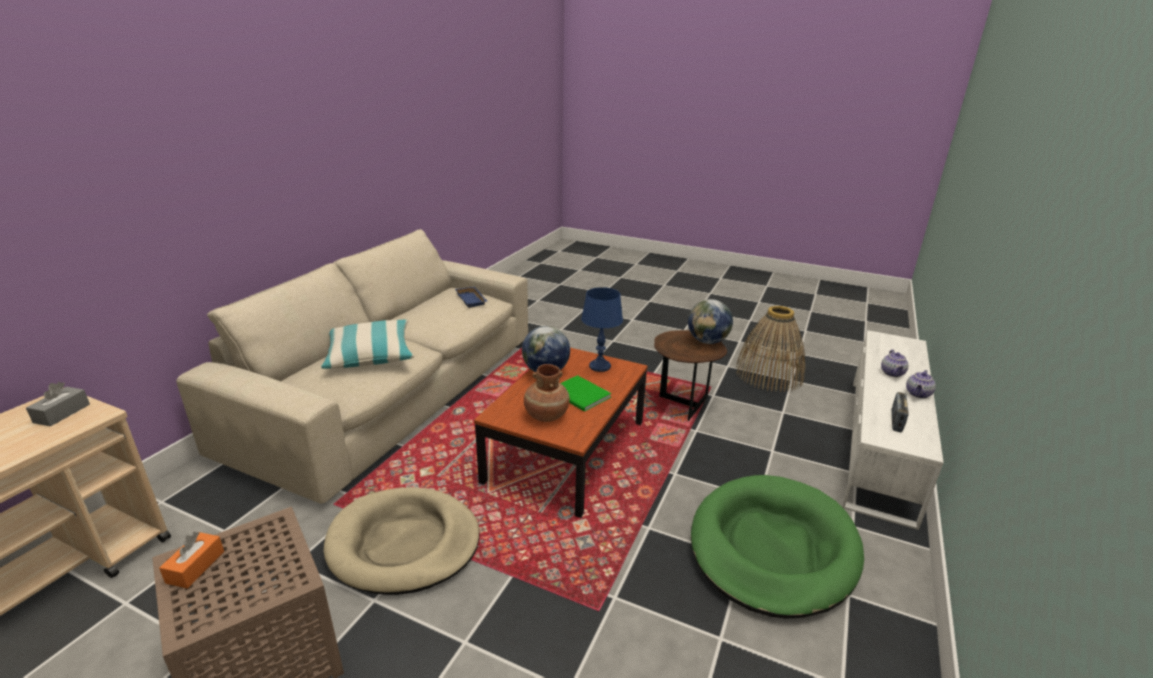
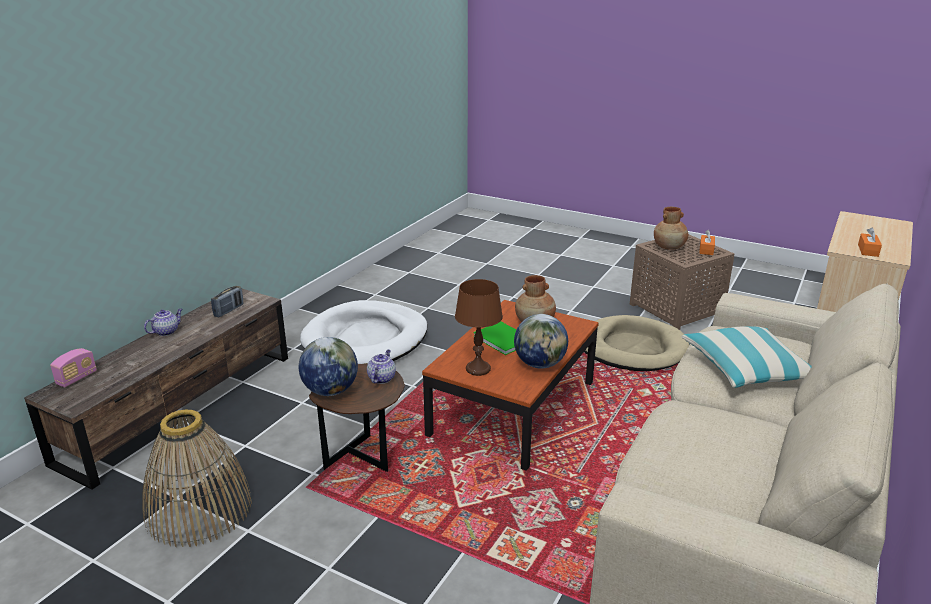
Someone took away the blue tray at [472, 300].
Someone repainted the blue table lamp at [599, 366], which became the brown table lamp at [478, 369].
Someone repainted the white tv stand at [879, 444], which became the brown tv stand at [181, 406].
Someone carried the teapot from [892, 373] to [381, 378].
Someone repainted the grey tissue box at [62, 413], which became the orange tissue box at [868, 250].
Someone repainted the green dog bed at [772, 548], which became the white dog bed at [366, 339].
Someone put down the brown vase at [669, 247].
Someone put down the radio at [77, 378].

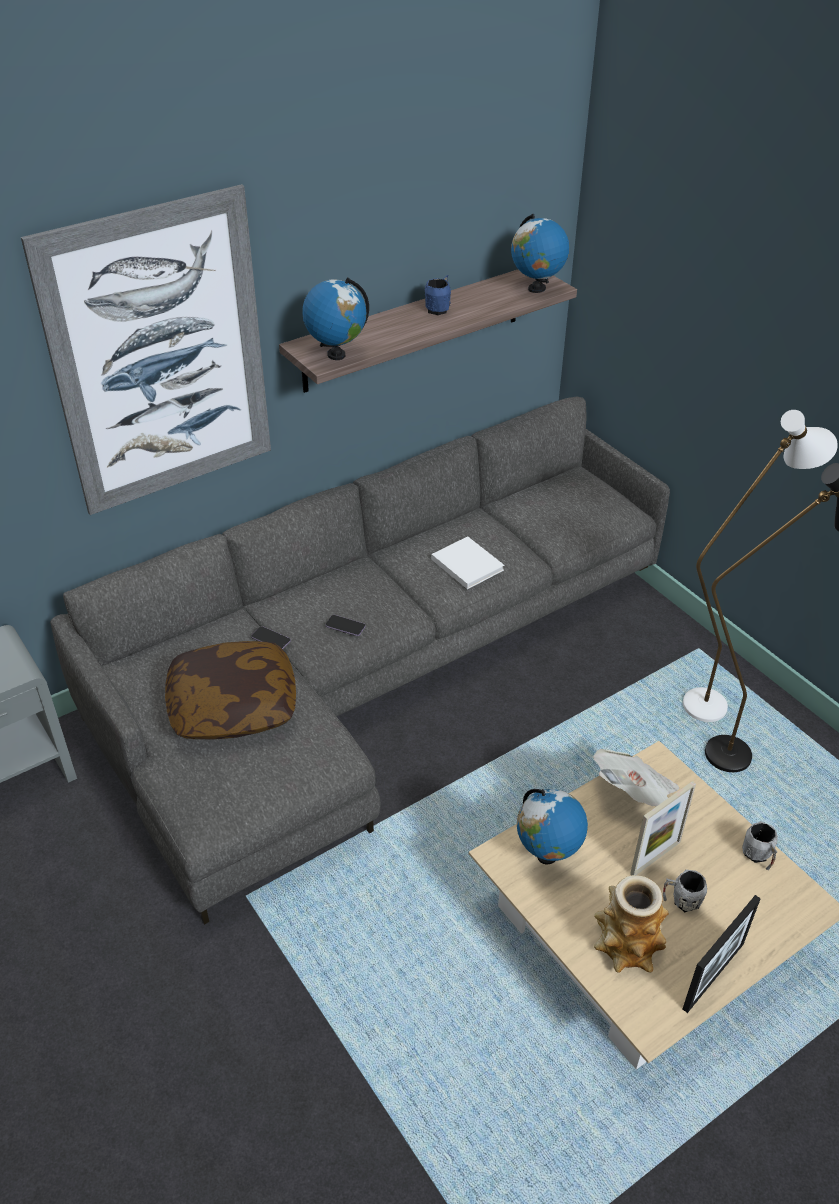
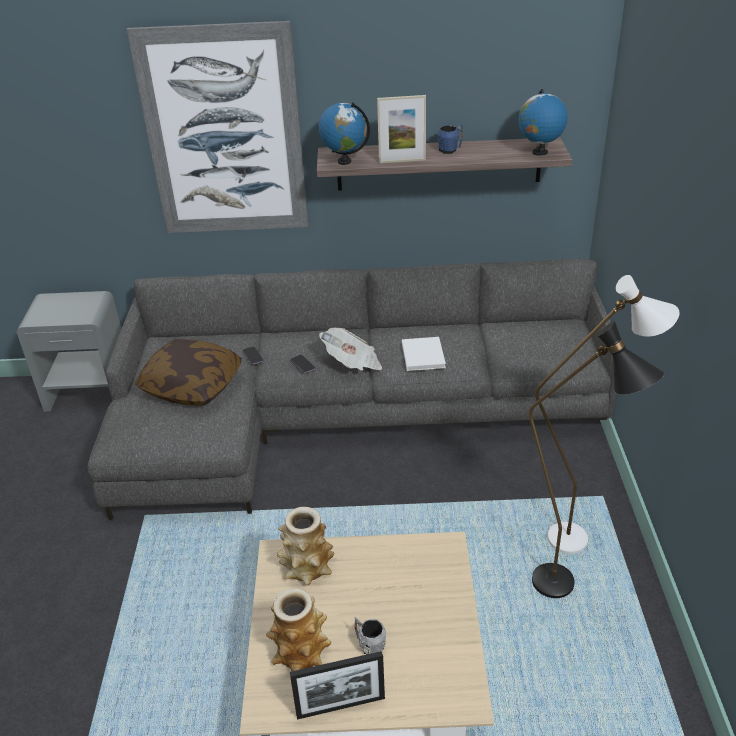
Someone carried the newspaper from [634, 793] to [353, 363].
Someone carried the picture frame from [655, 858] to [402, 161].
Someone swapped the globe at [547, 855] for the vase at [307, 567].
Someone took away the grey mug at [758, 856].

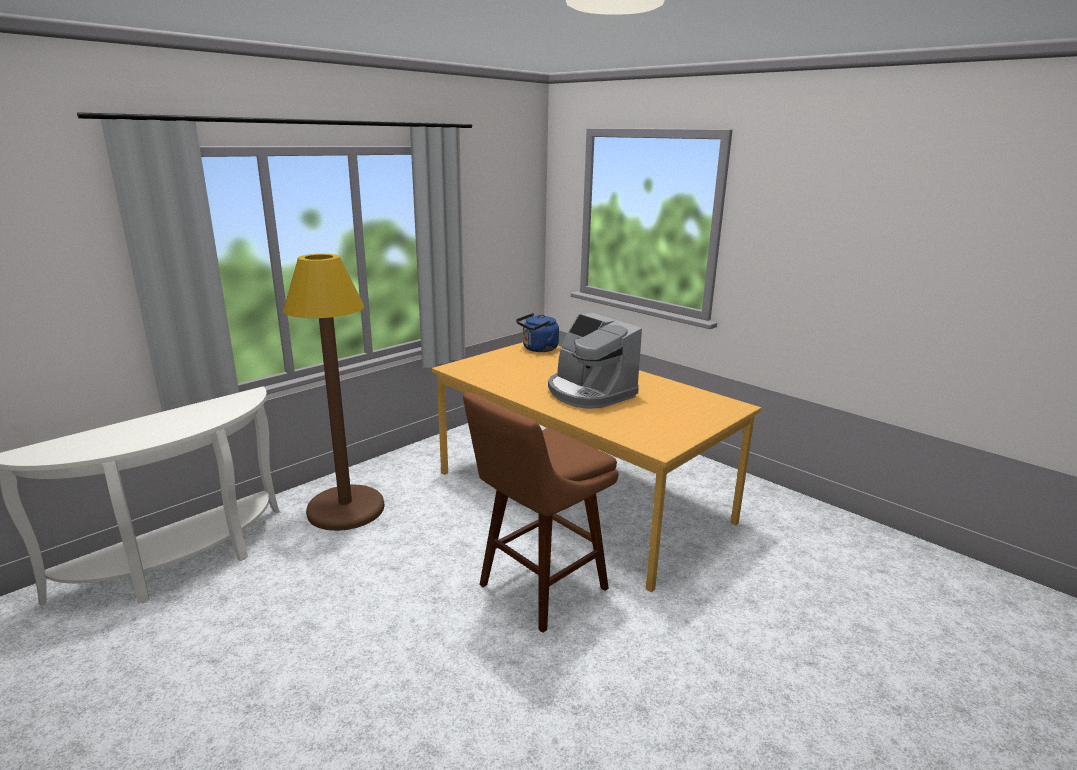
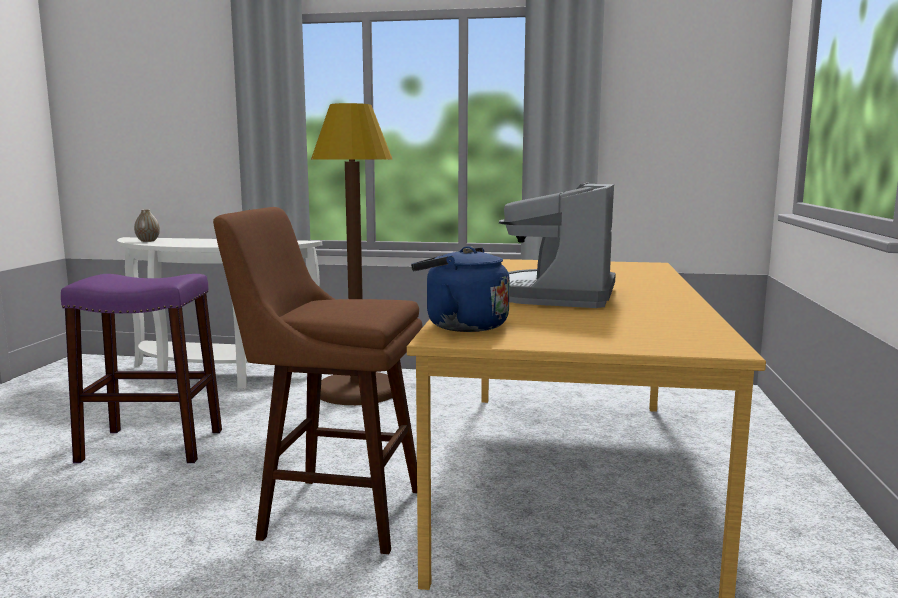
Someone carried the blue kettle from [538, 349] to [461, 326].
Someone put down the vase at [148, 241].
Someone put down the purple stool at [152, 446].

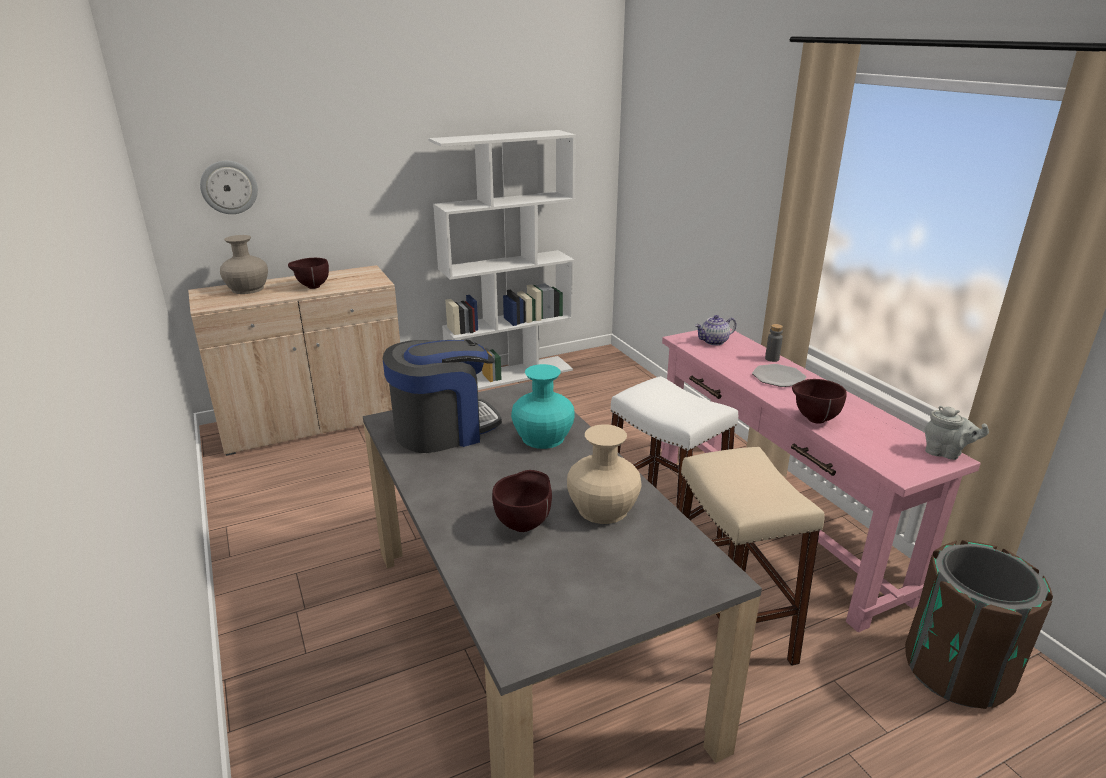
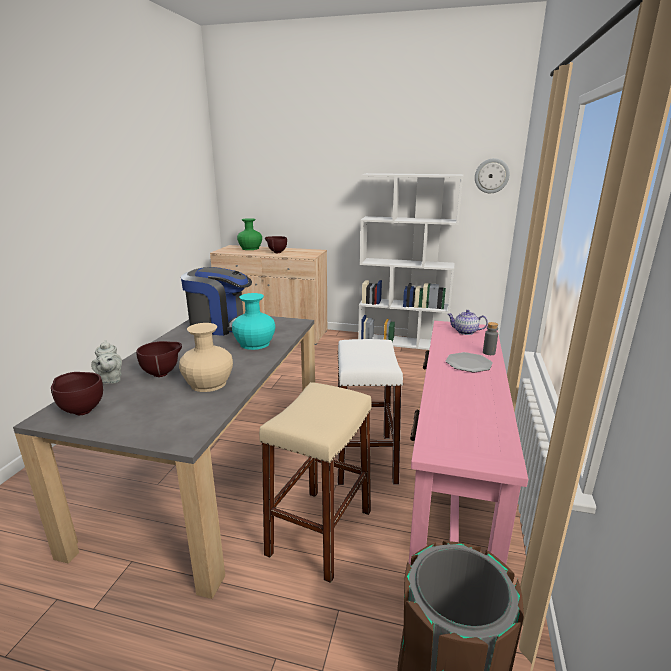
Someone carried the wall clock from [229, 187] to [491, 176].
Someone repainted the beige vase at [247, 289], which became the green vase at [250, 248].
Someone carried the brown bowl from [813, 419] to [82, 410].
Someone carried the grey teapot from [946, 453] to [110, 380].

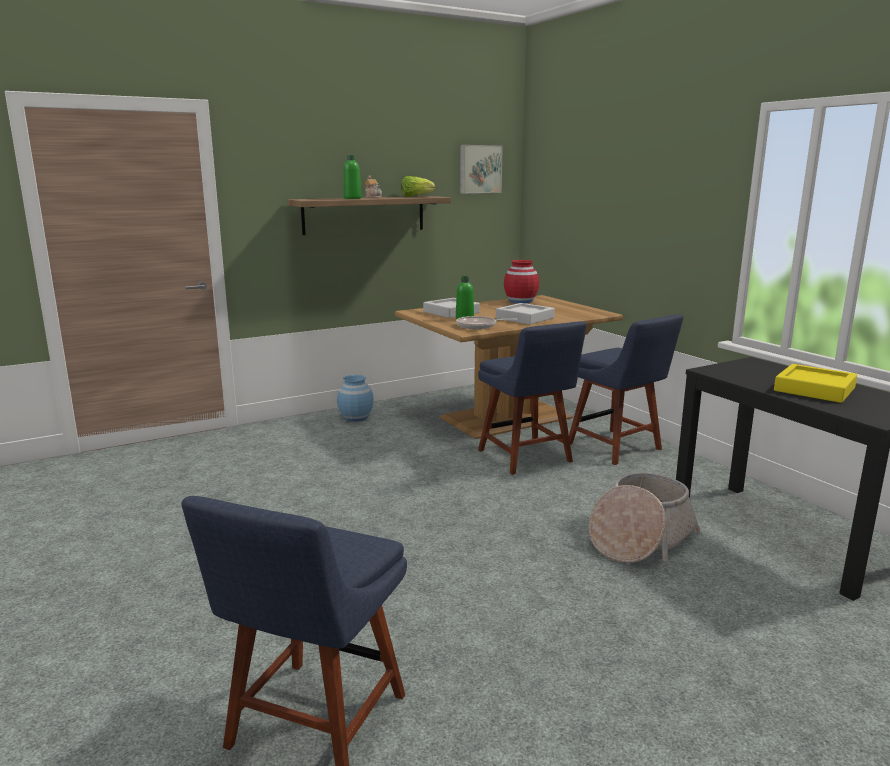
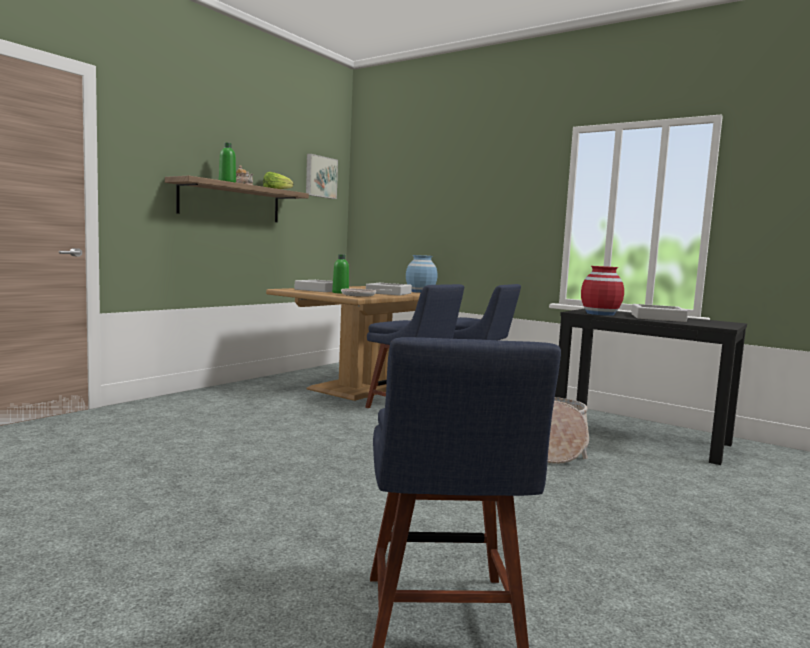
Someone carried the red vase from [520, 301] to [600, 314].
Someone repainted the yellow tray at [814, 389], which became the grey tray at [657, 318].
Someone carried the blue vase from [356, 417] to [420, 292].

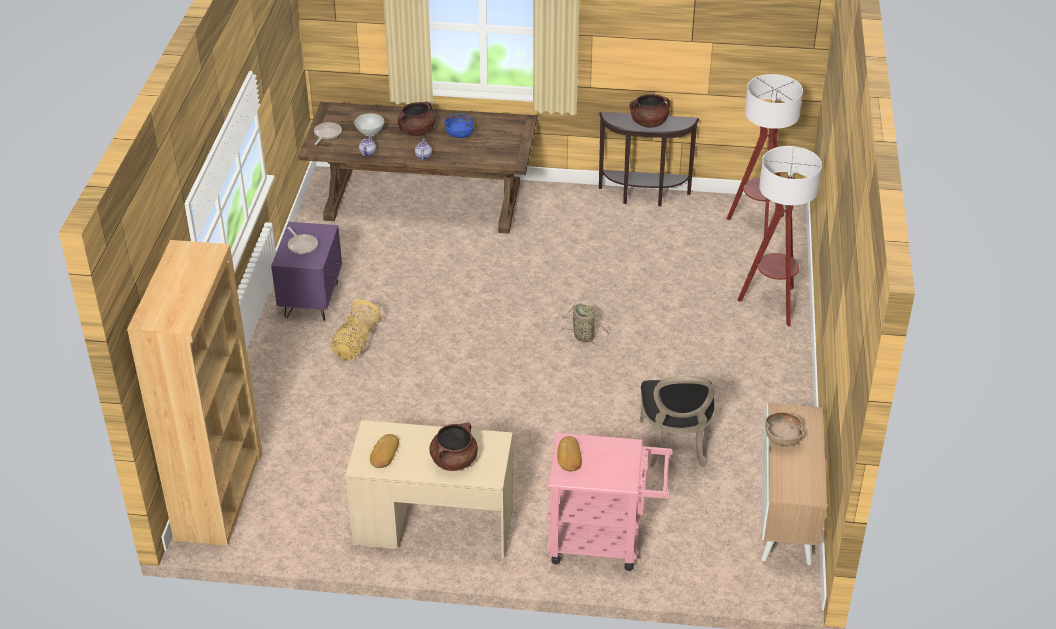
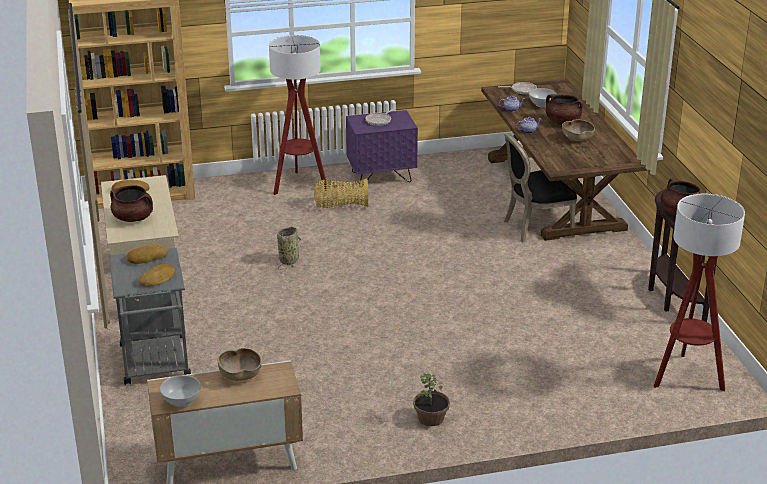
Someone repainted the blue bowl at [459, 134], which became the brown bowl at [577, 139].
Someone carried the floor lamp from [773, 304] to [299, 185].
Someone carried the basket from [582, 336] to [289, 260].
Someone carried the black chair from [675, 446] to [534, 227].
Someone repainted the pink cart at [604, 541], which became the grey cart at [156, 365].
Someone put down the bread at [157, 279].
Someone put down the potted plant at [431, 418].
Someone put down the white bowl at [181, 401].

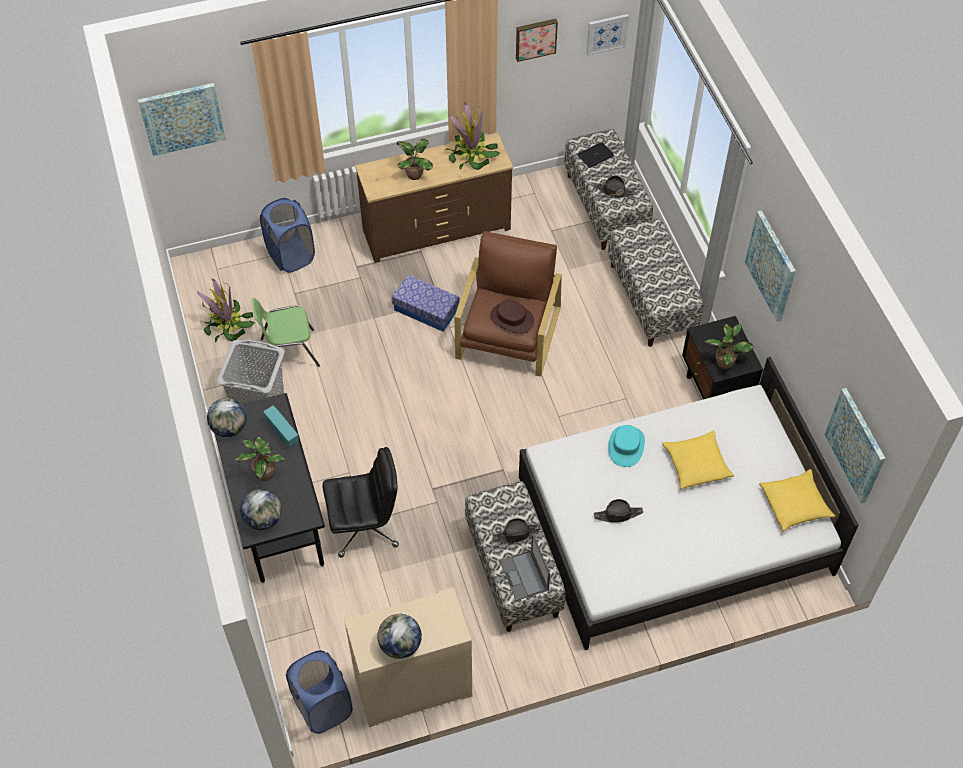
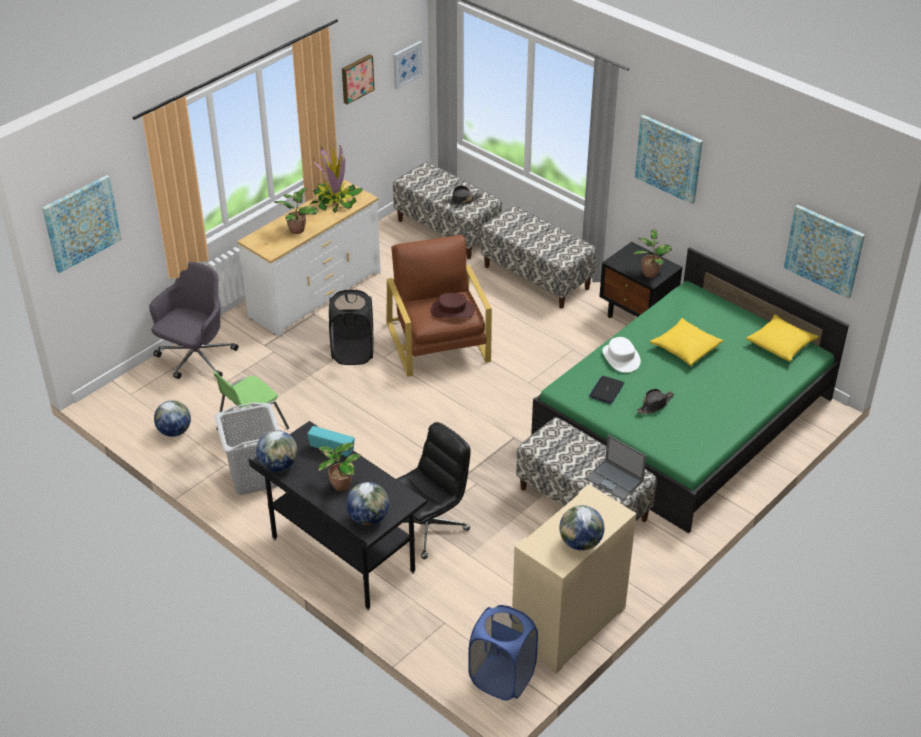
Someone repainted the brown dresser at [436, 229], which became the white dresser at [315, 294].
Someone carried the laptop from [595, 155] to [606, 390].
Someone swapped the blue laundry basket at [291, 255] for the grey office chair at [195, 359].
Someone swapped the storage box at [426, 310] for the black laundry basket at [353, 353].
Someone swapped the potted plant at [227, 325] for the globe at [174, 431].
Someone repainted the white bed at [674, 524], which became the green bed at [683, 417].
Someone repainted the turquoise hat at [626, 446], which became the white hat at [621, 358].
Someone took away the black hat at [517, 534].

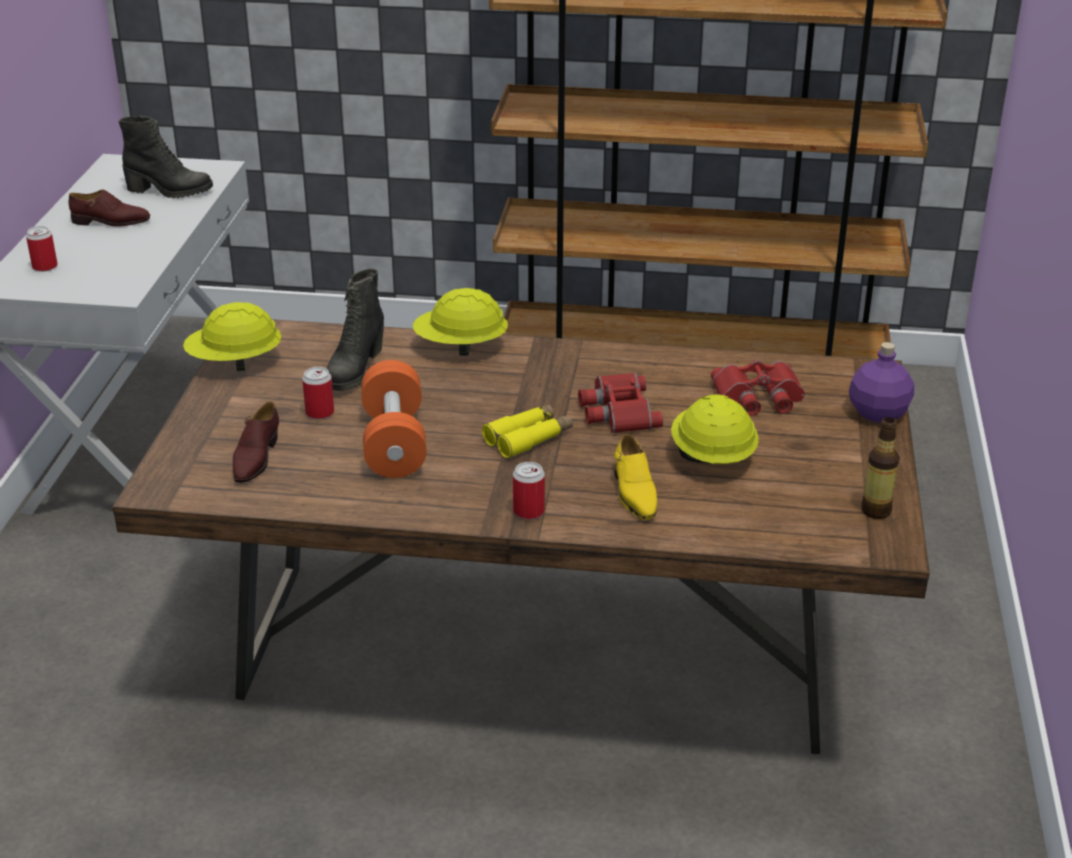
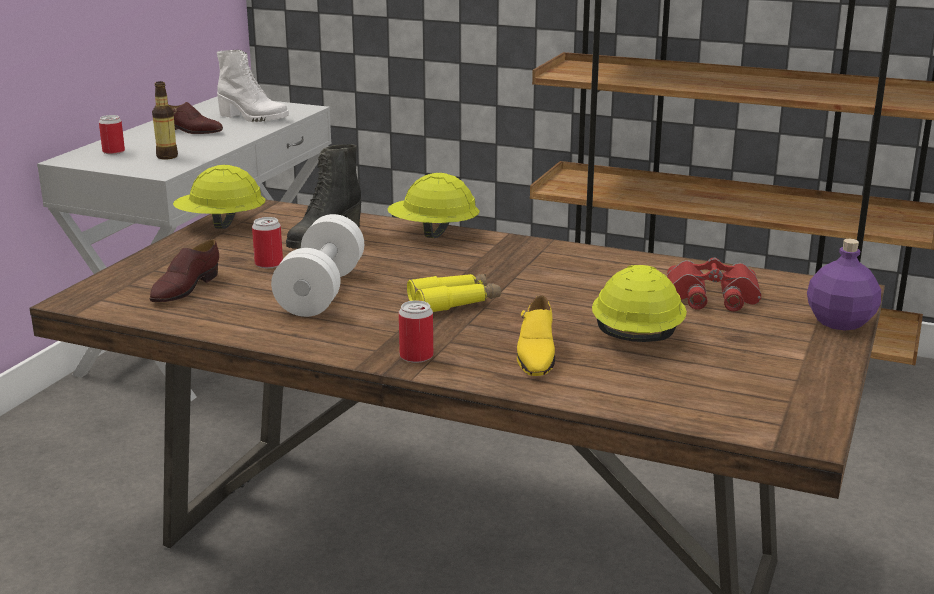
Someone repainted the black boot at [169, 191], which became the white boot at [253, 118].
Someone repainted the orange dumbbell at [394, 443], which became the white dumbbell at [321, 291].
Someone took away the red binoculars at [617, 411].
Someone carried the bottle from [876, 511] to [167, 156].

